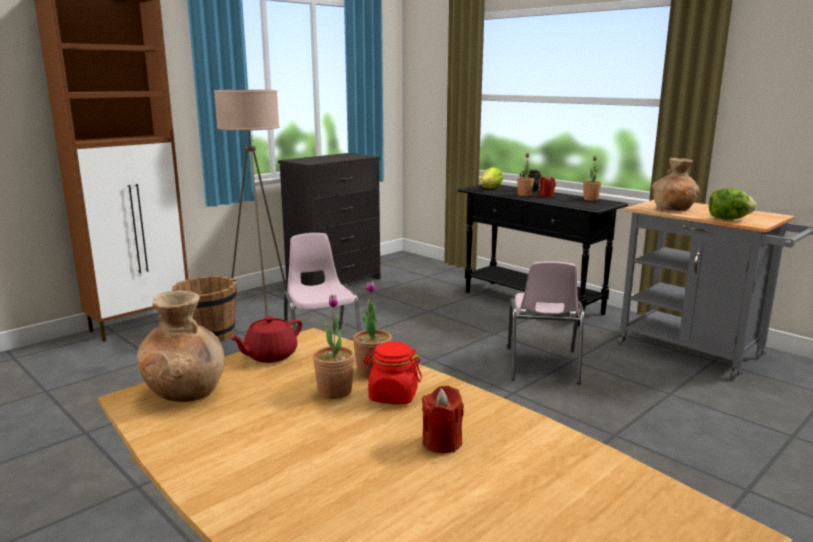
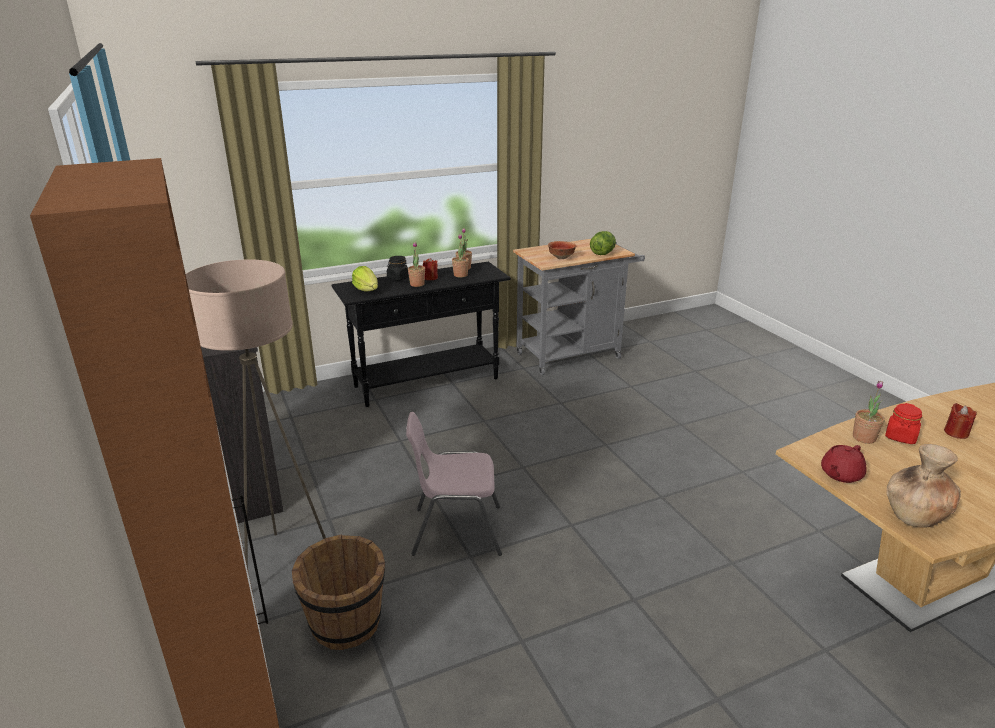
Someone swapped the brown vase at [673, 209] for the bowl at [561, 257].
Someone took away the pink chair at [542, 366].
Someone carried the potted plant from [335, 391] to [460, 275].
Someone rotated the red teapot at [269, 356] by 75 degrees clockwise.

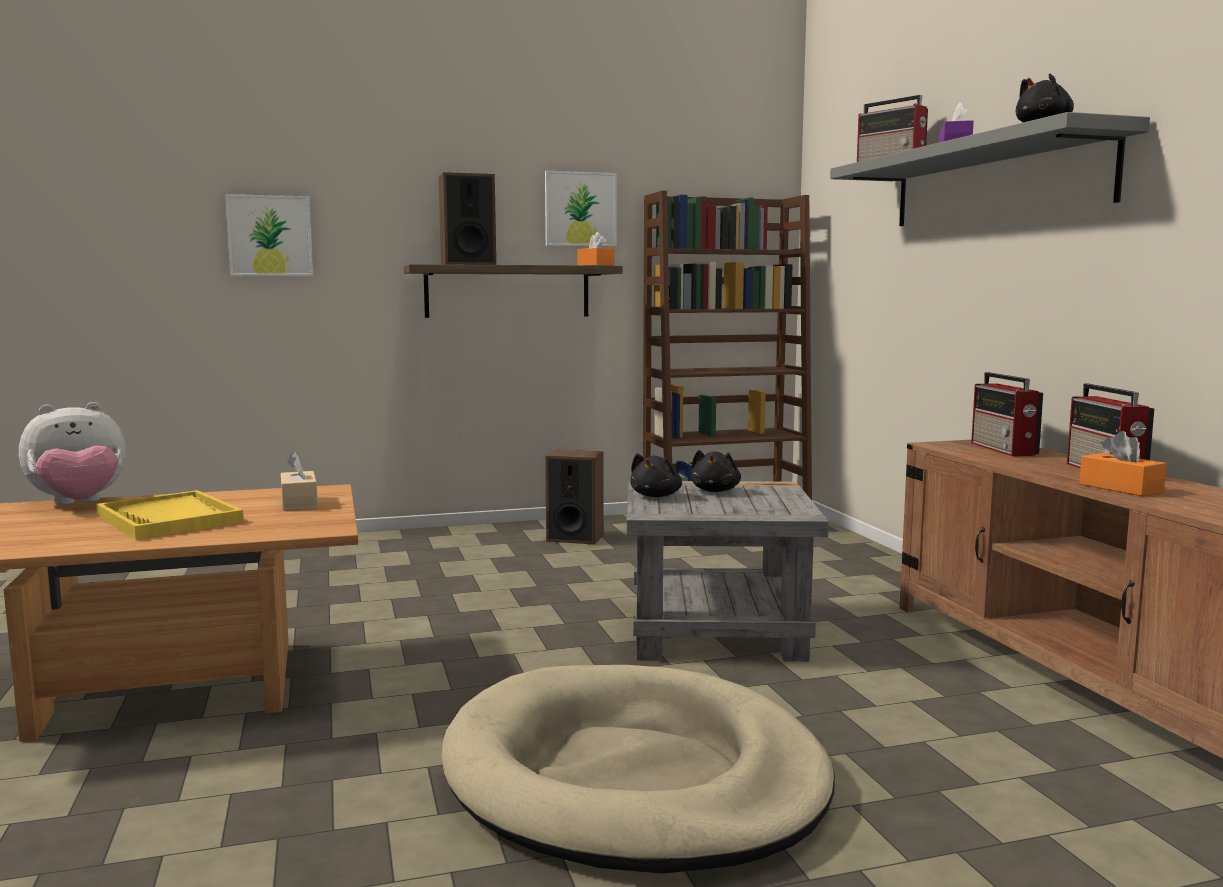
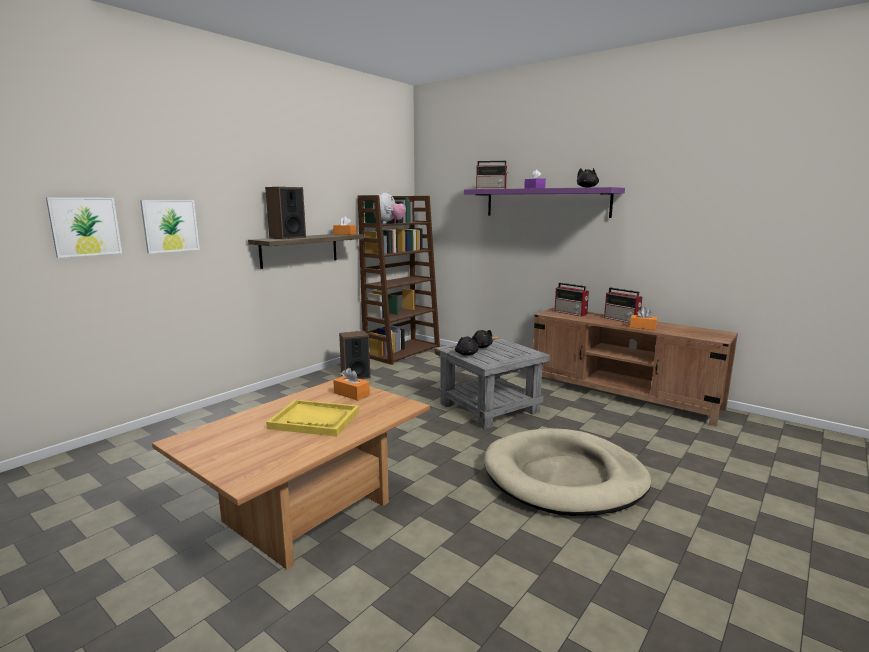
Someone repainted the grey shelf at [995, 182], which became the purple shelf at [545, 202].
Someone carried the picture from [580, 209] to [85, 226].
Someone carried the plush toy from [79, 504] to [389, 223].
Someone repainted the beige tissue box at [299, 503], which became the orange tissue box at [351, 394].

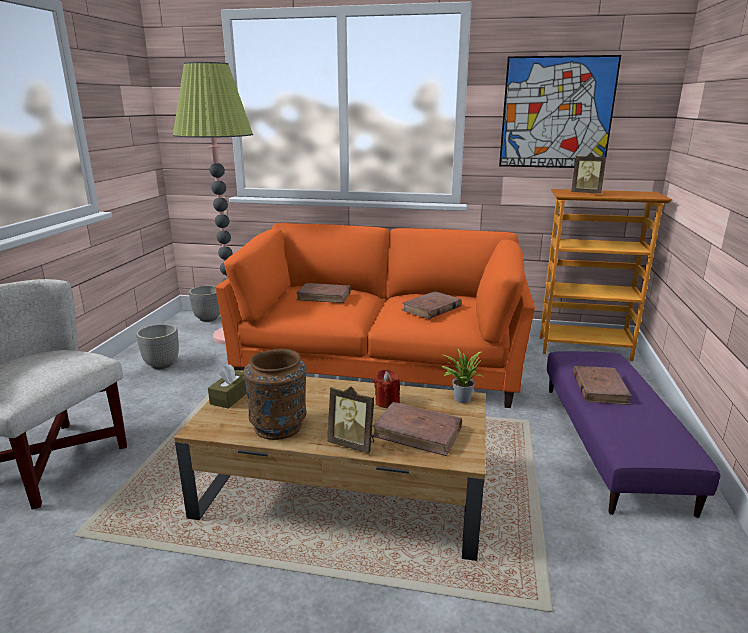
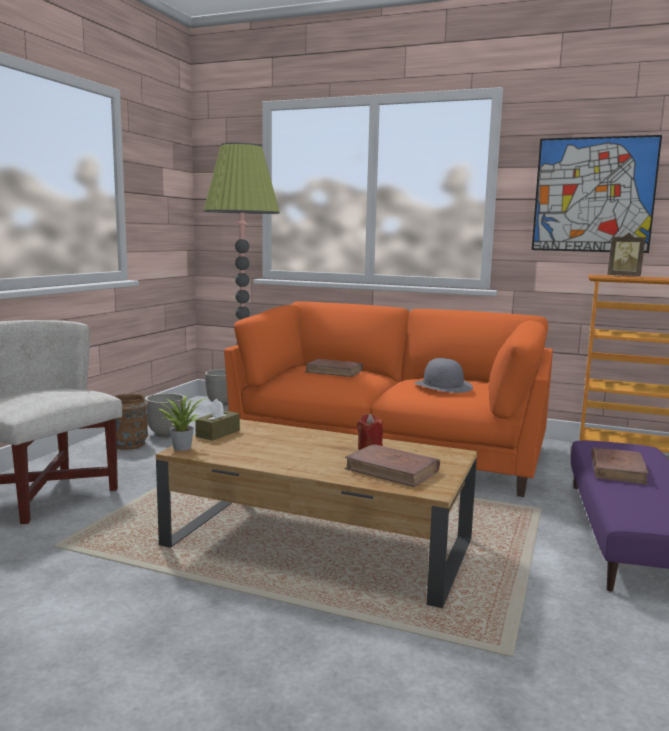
Someone swapped the brown book at [431, 308] for the grey hat at [443, 386].
Someone carried the potted plant from [460, 398] to [181, 447].
Someone carried the brown vase from [279, 426] to [130, 444].
Someone took away the picture frame at [353, 444].

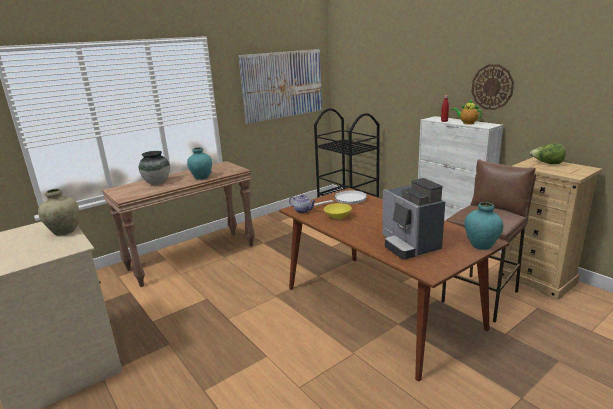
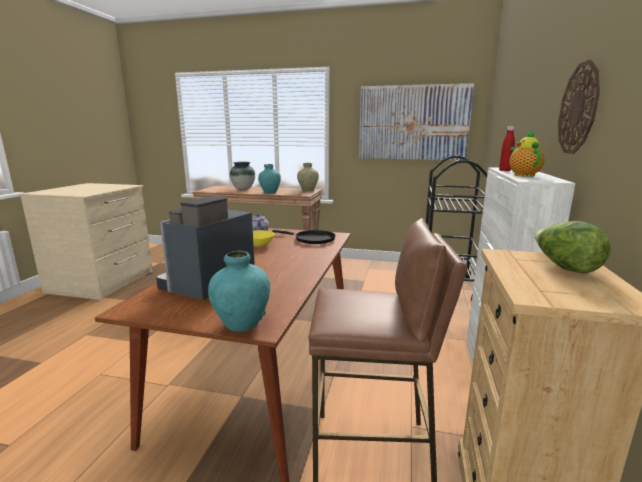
Someone carried the beige vase from [64, 231] to [308, 190].
Someone repainted the white frying pan at [348, 200], which became the black frying pan at [312, 239].

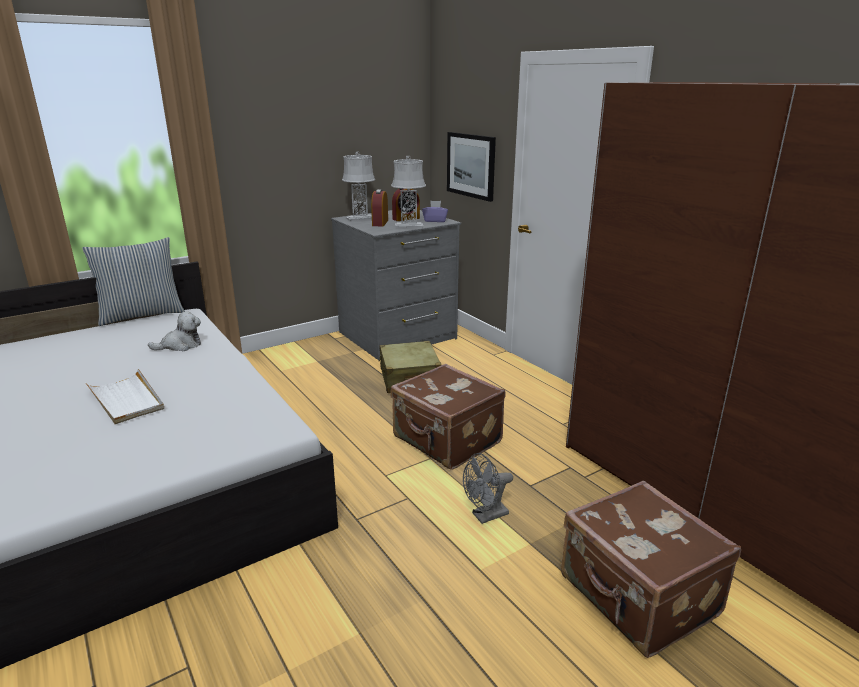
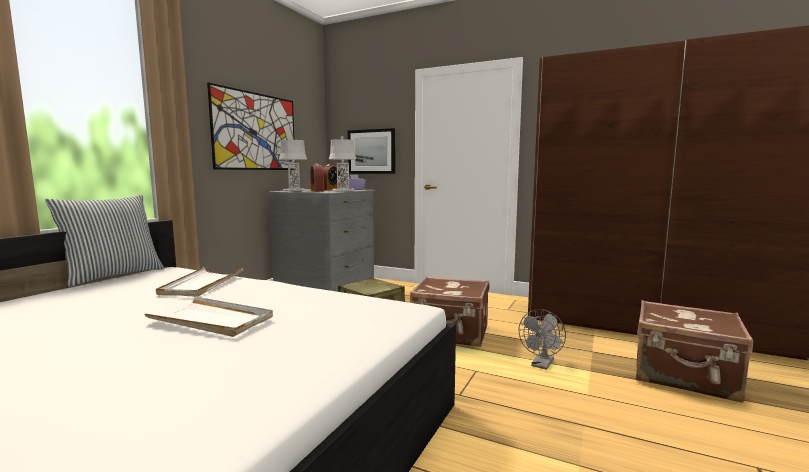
Someone swapped the plush toy at [180, 345] for the white tray at [202, 284].
Someone put up the picture at [256, 131].

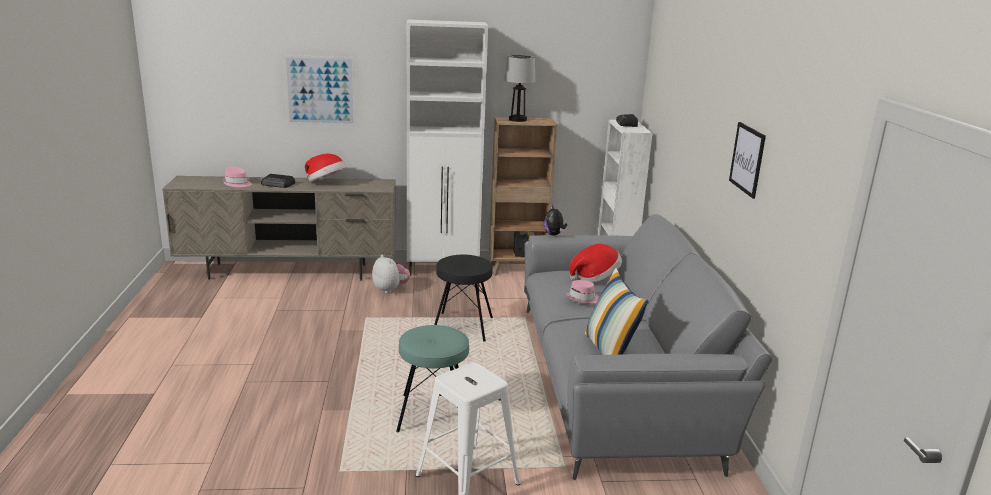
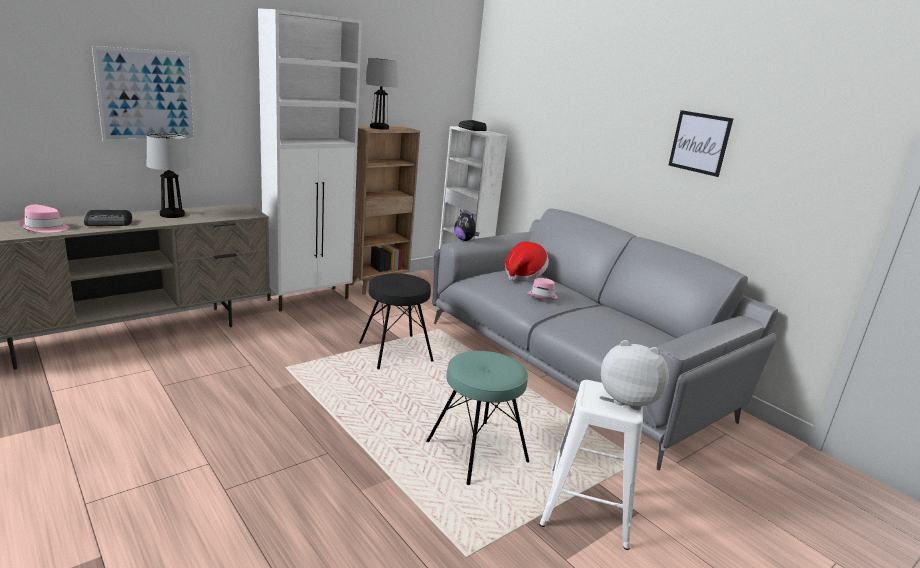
Someone swapped the hat at [326, 182] for the table lamp at [172, 214].
Someone carried the plush toy from [390, 289] to [628, 400].
Someone took away the pillow at [610, 351].

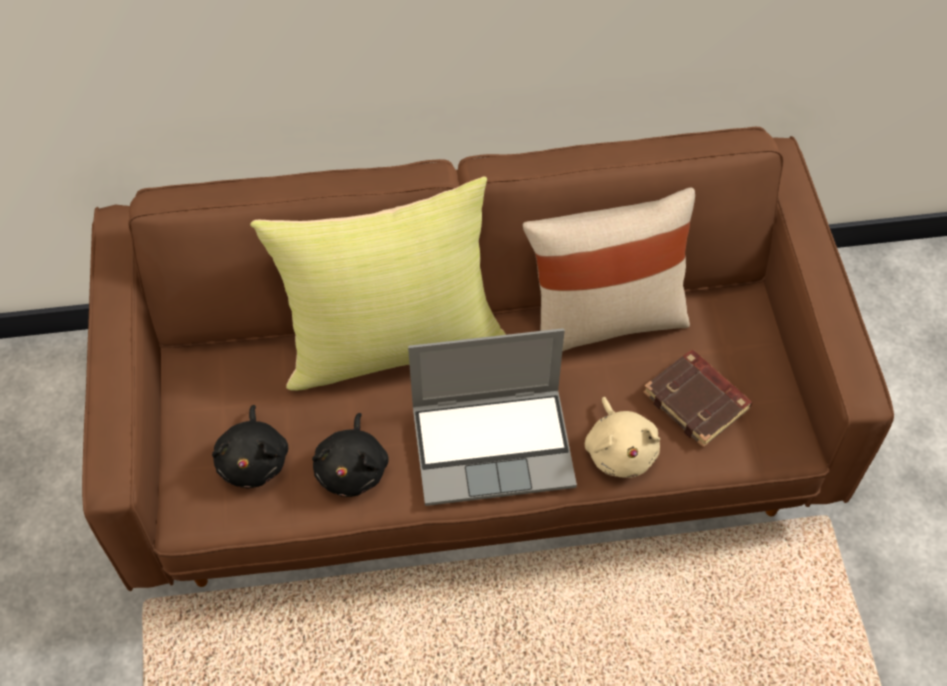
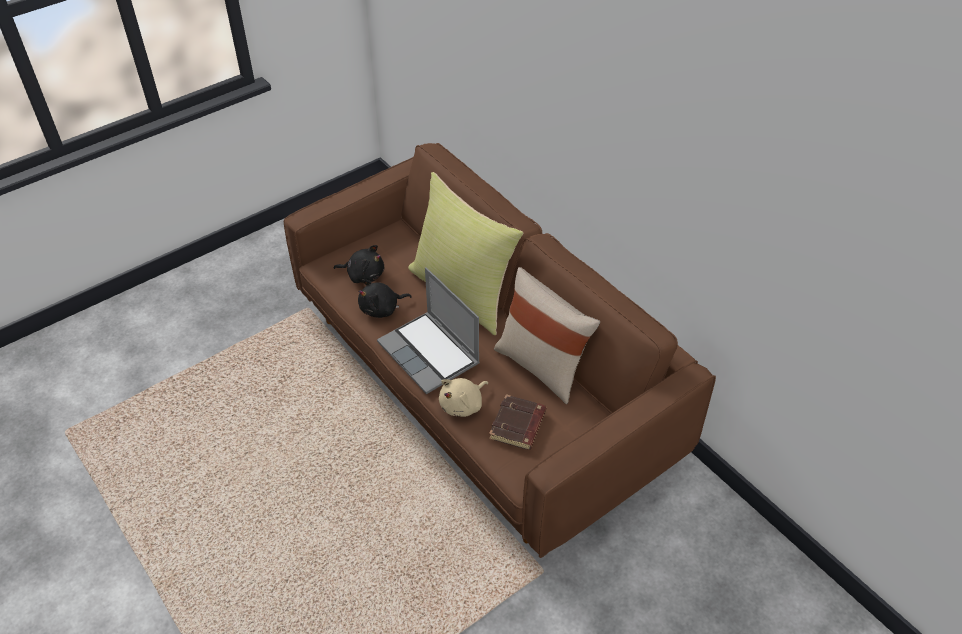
Someone rotated the black plush toy at [254, 460] by 135 degrees counterclockwise.

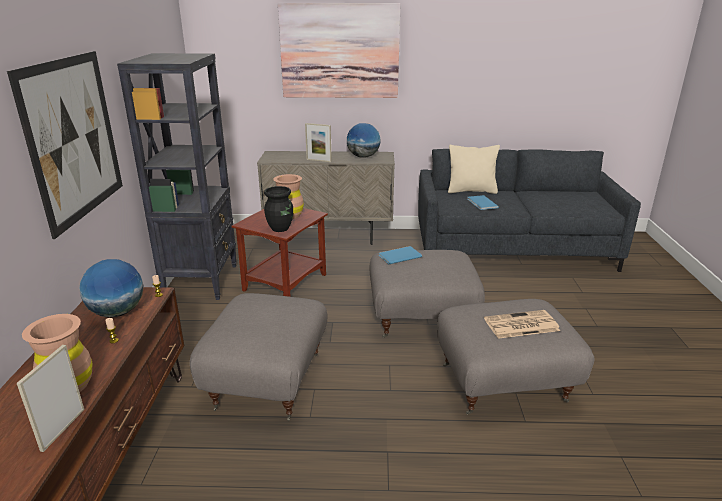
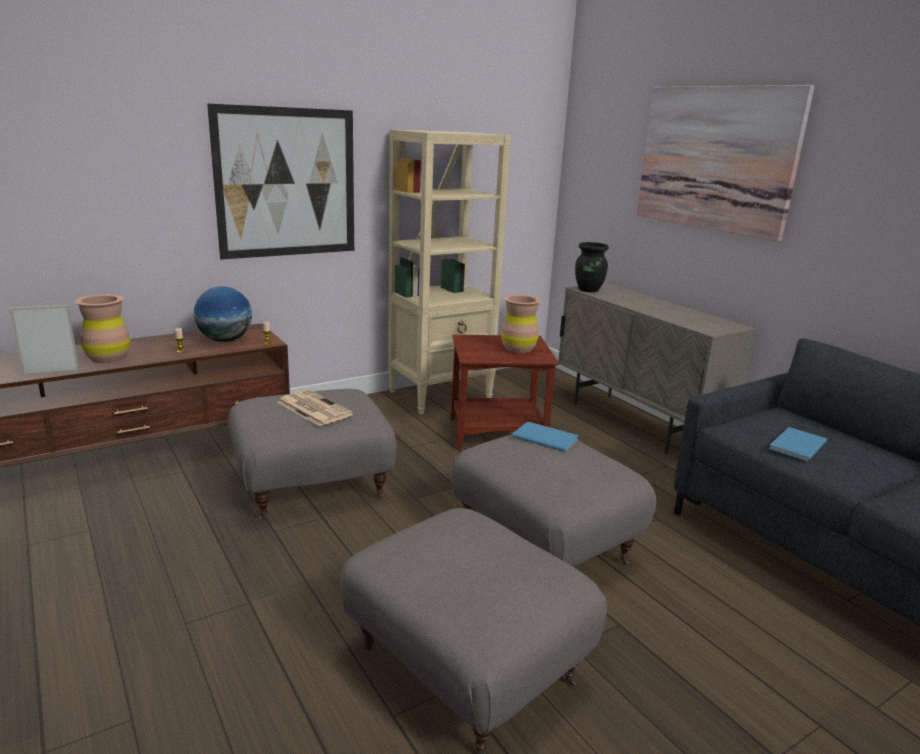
Someone repainted the black bookcase at [202, 281], which became the beige bookcase at [441, 395].
Someone took away the picture frame at [319, 160].
Someone took away the globe at [363, 157].
Someone took away the beige pillow at [471, 191].
Someone carried the black vase from [280, 228] to [589, 290].
Someone carried the newspaper from [520, 325] to [313, 408].

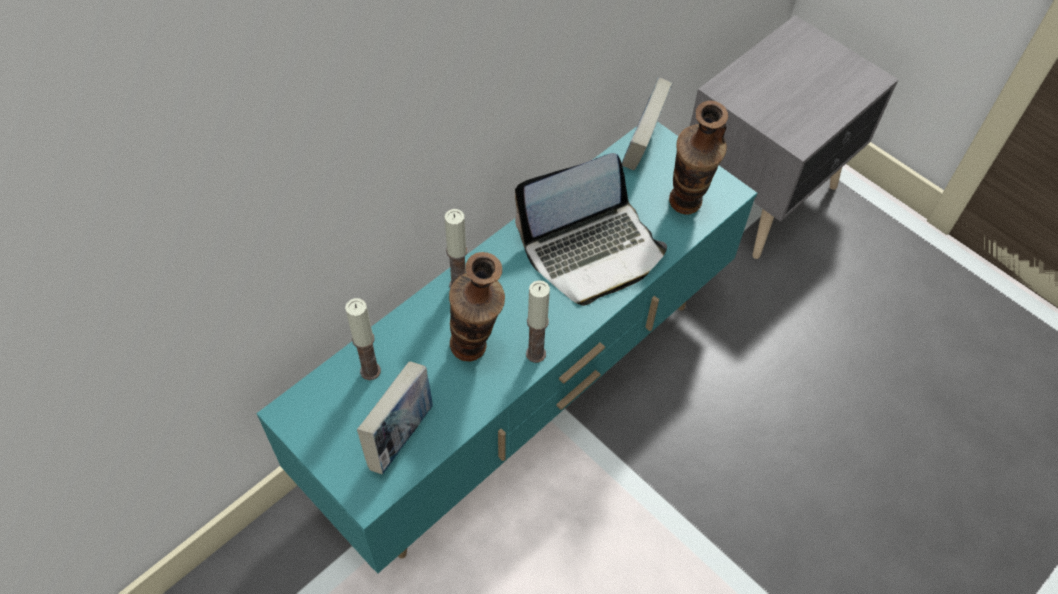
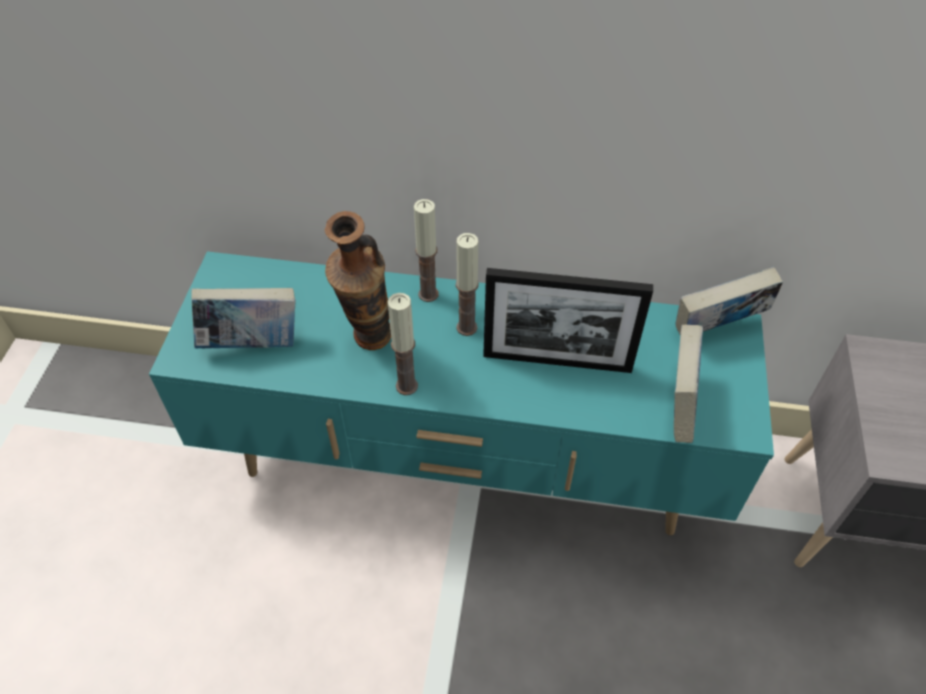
Someone swapped the vase at [684, 211] for the book at [679, 406].
Someone swapped the laptop at [592, 250] for the picture frame at [557, 361].
Someone carried the candle from [370, 371] to [466, 327].

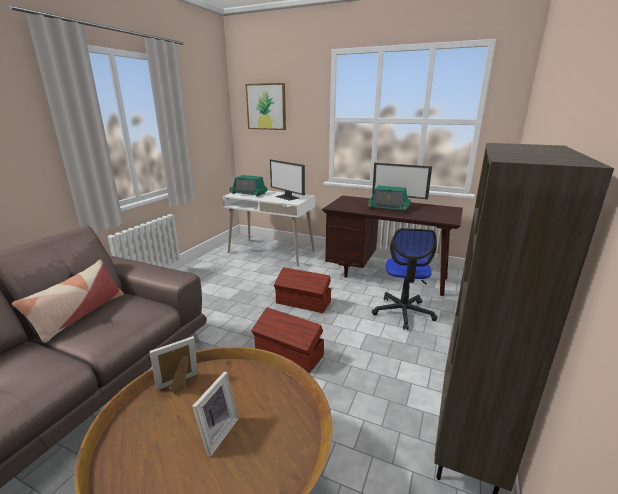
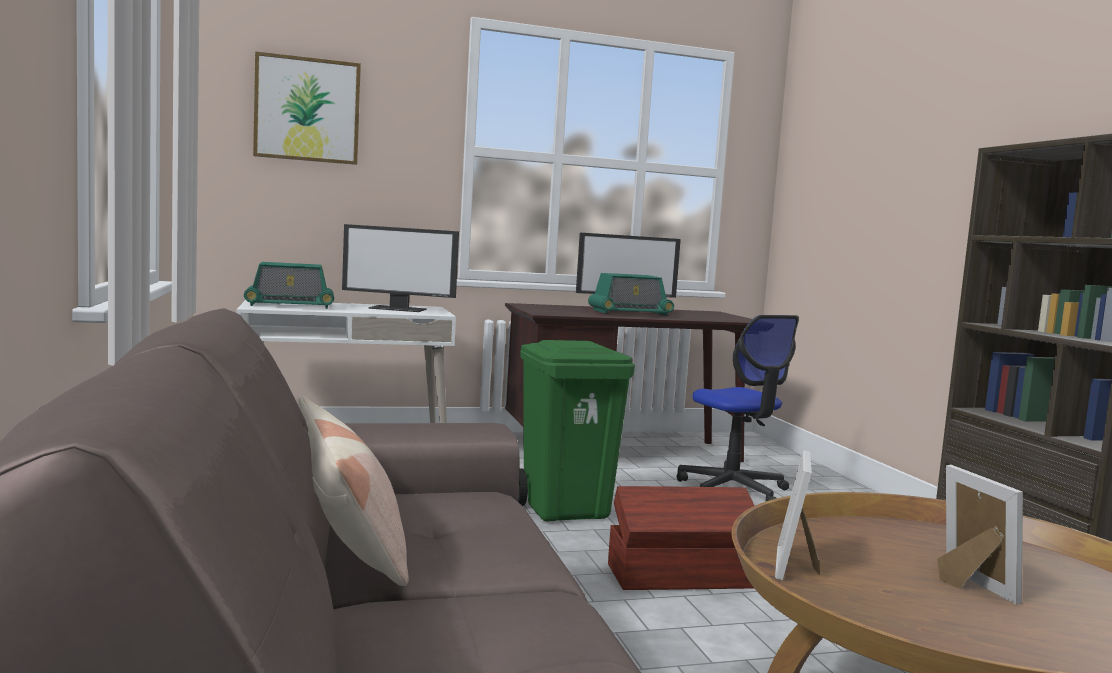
Someone swapped the brown storage box at [303, 303] for the green trash can at [566, 510].

